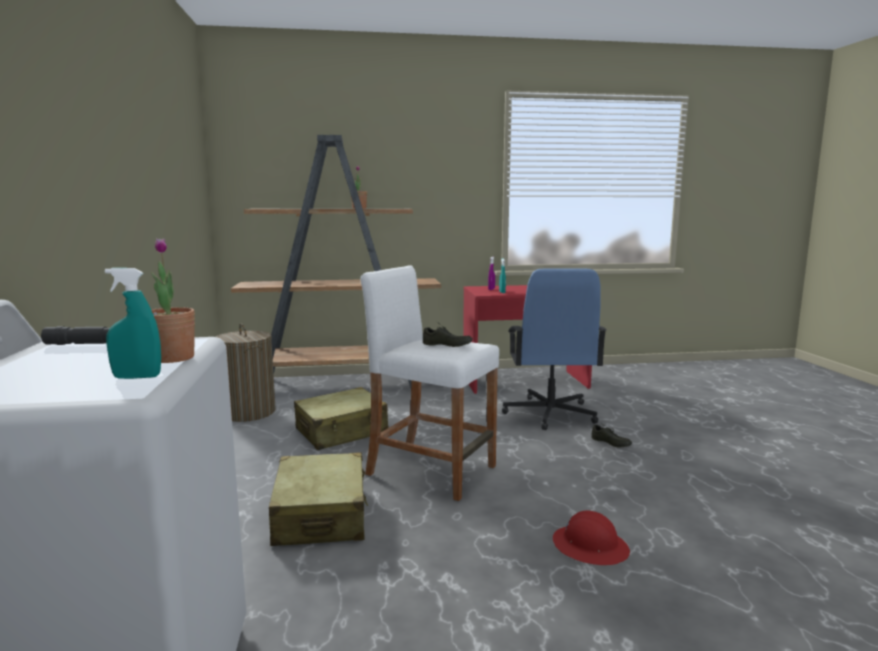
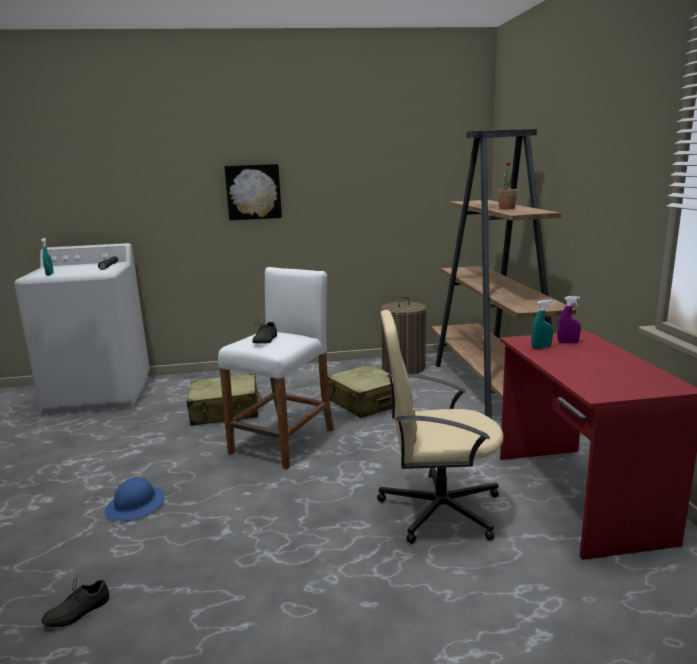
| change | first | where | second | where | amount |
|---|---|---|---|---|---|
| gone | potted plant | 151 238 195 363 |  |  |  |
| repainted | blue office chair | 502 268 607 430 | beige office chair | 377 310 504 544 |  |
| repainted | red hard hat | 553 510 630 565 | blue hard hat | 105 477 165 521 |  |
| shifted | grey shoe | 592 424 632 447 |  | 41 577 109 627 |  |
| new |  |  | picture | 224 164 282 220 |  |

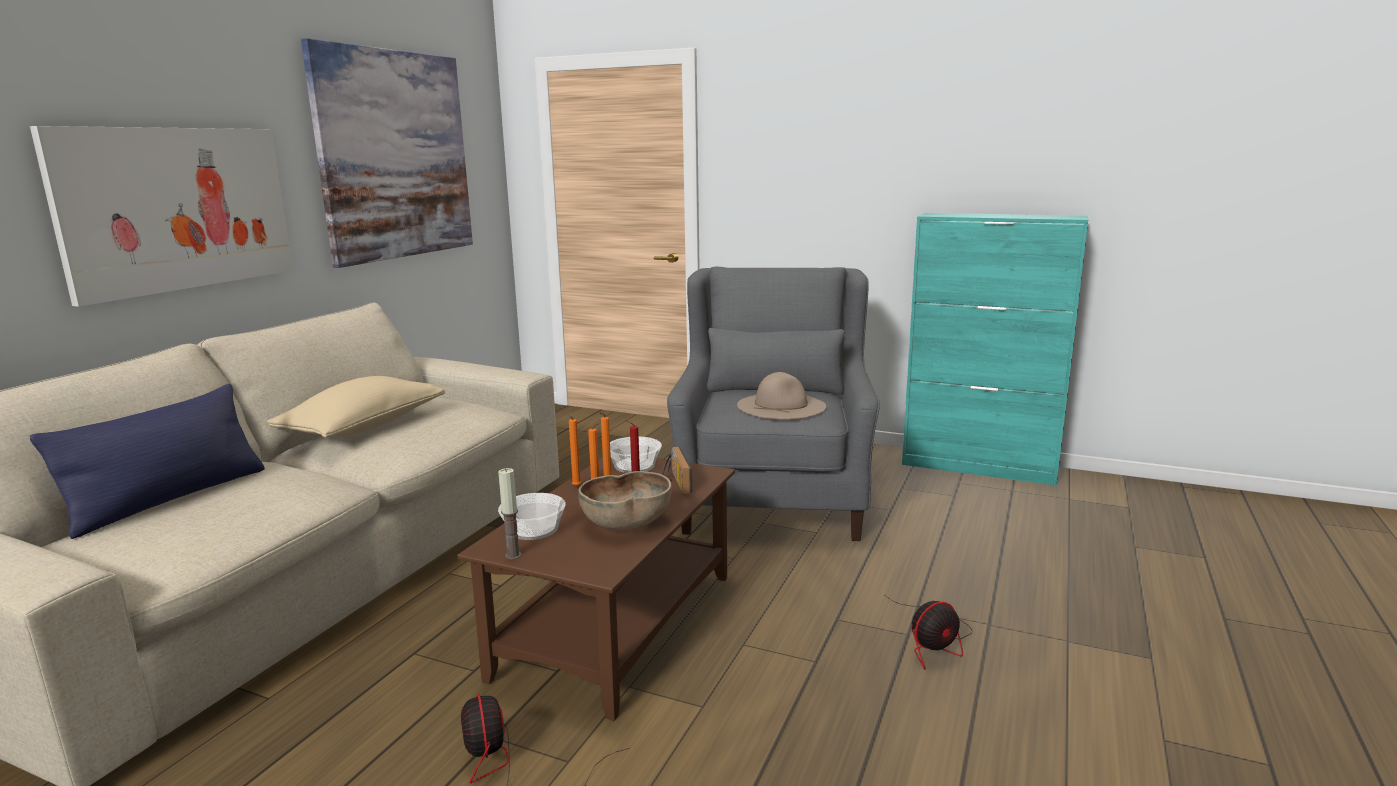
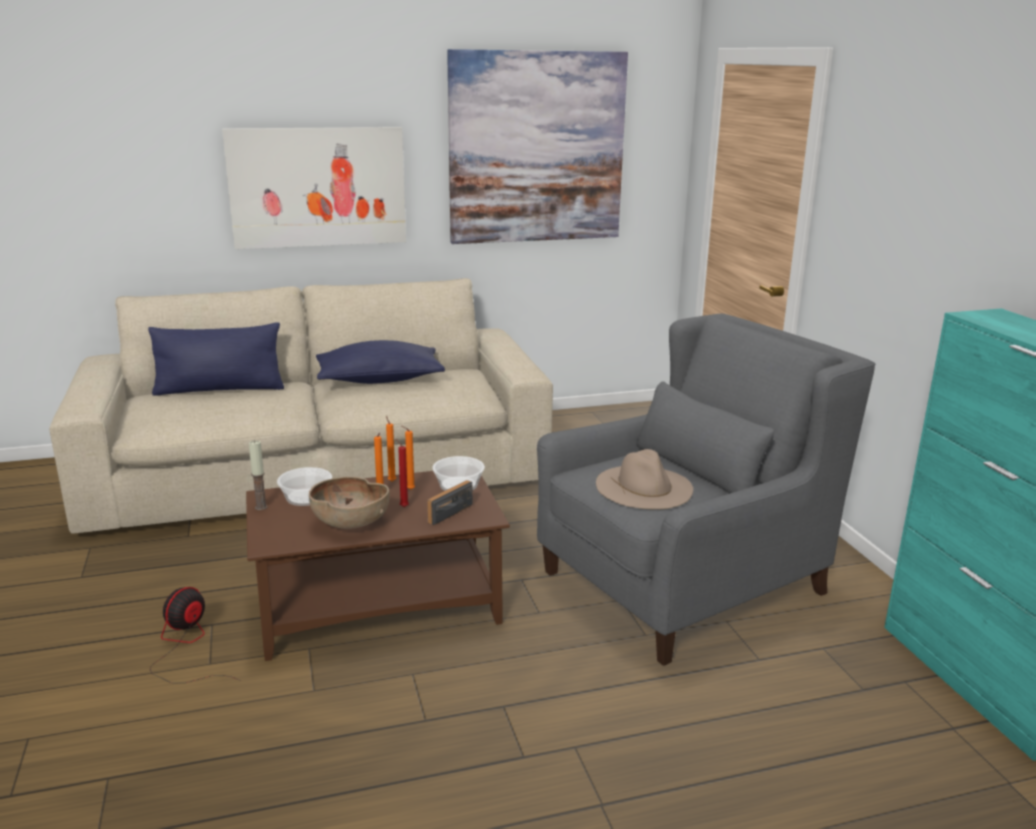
| change | first | where | second | where | amount |
|---|---|---|---|---|---|
| repainted | beige pillow | 267 376 445 438 | blue pillow | 316 340 445 384 |  |
| gone | fan | 885 595 973 669 |  |  |  |

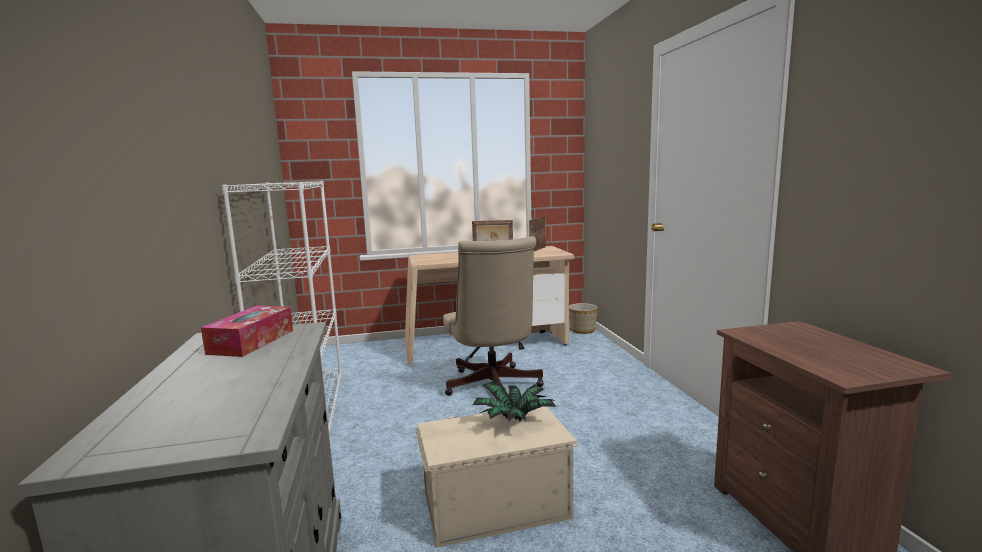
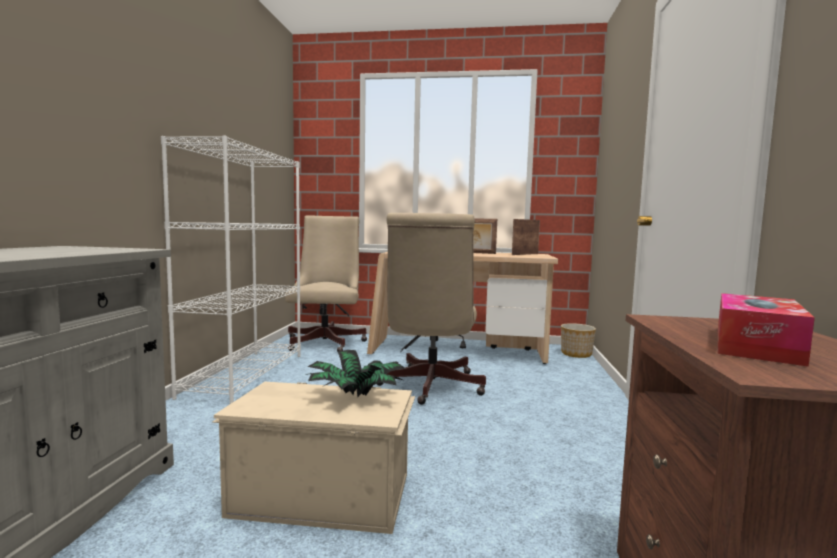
| change | first | where | second | where | amount |
|---|---|---|---|---|---|
| shifted | tissue box | 201 306 293 357 |  | 718 293 815 367 |  |
| new |  |  | beige office chair | 285 215 367 352 |  |

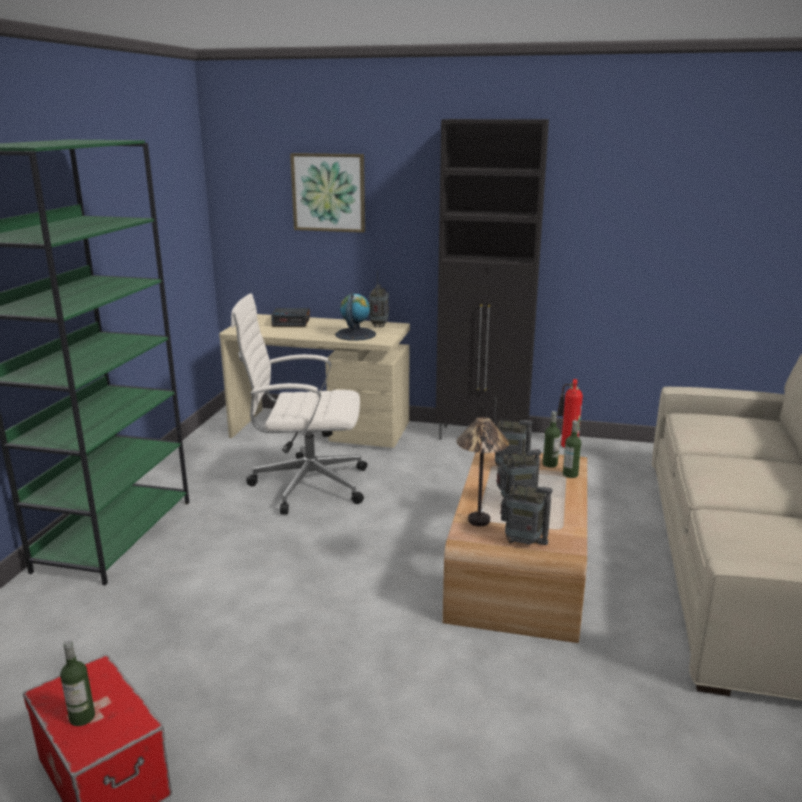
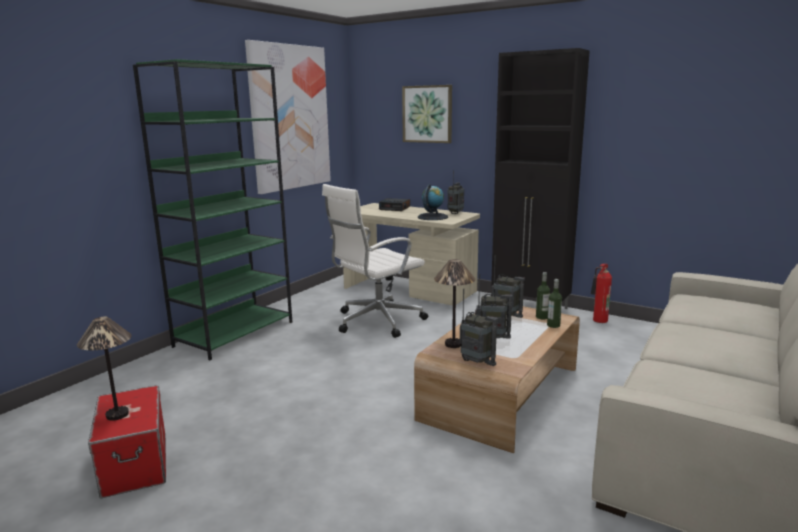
| change | first | where | second | where | amount |
|---|---|---|---|---|---|
| swapped | bottle | 60 640 95 726 | table lamp | 77 317 131 421 |  |
| rotated | white office chair | 231 293 367 514 |  | 322 184 428 338 | 60 degrees counterclockwise |
| new |  |  | picture | 245 40 331 194 |  |

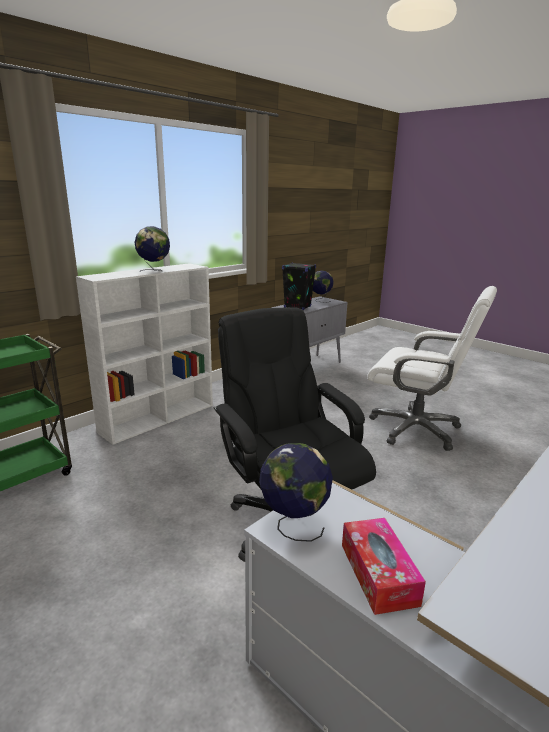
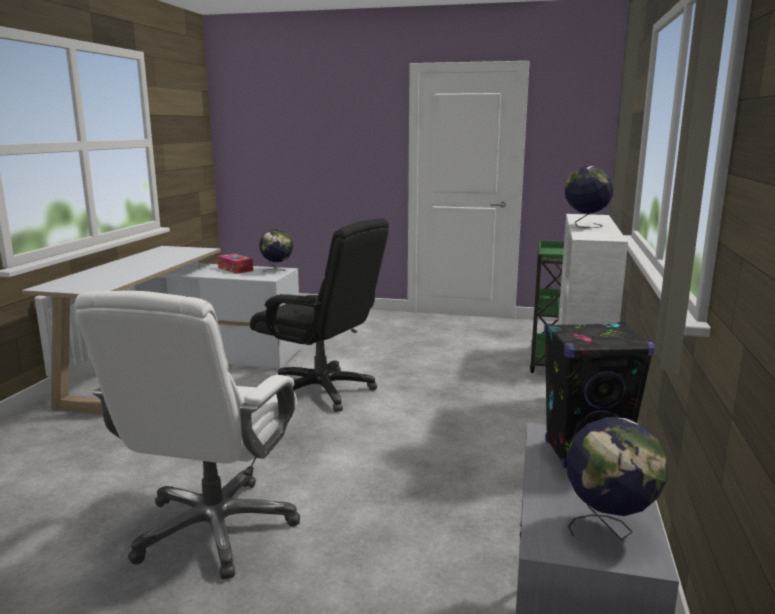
| change | first | where | second | where | amount |
|---|---|---|---|---|---|
| rotated | white office chair | 367 286 497 451 |  | 75 291 300 580 | 75 degrees counterclockwise |

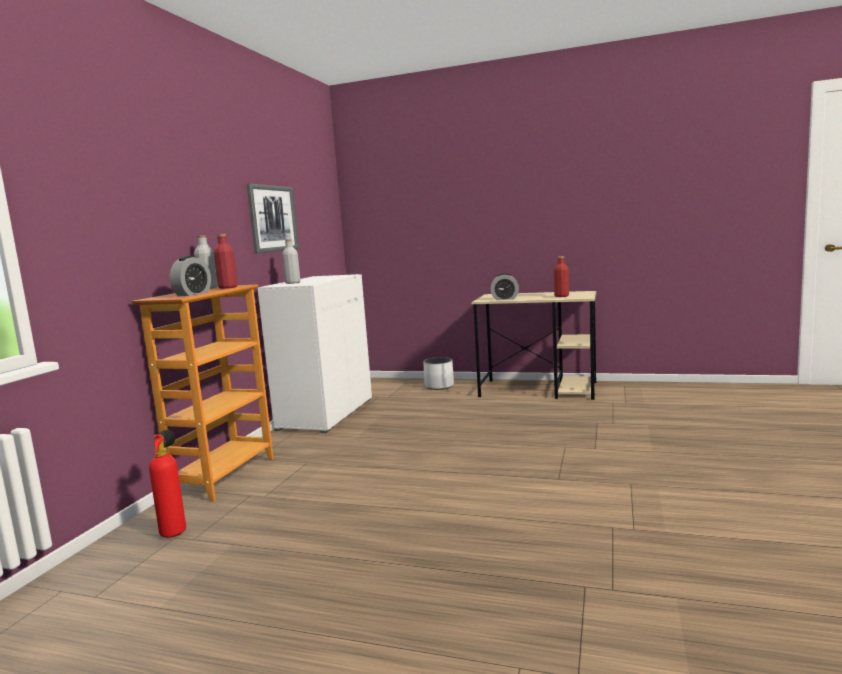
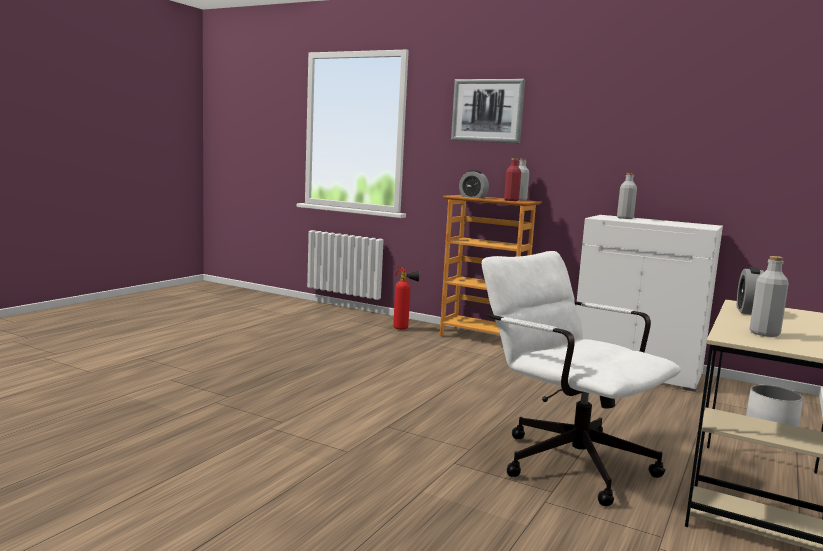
| change | first | where | second | where | amount |
|---|---|---|---|---|---|
| shifted | picture | 247 184 299 254 |  | 451 79 525 143 |  |
| repainted | red bottle | 554 256 569 297 | grey bottle | 750 256 789 337 |  |
| new |  |  | white office chair | 482 251 681 506 |  |

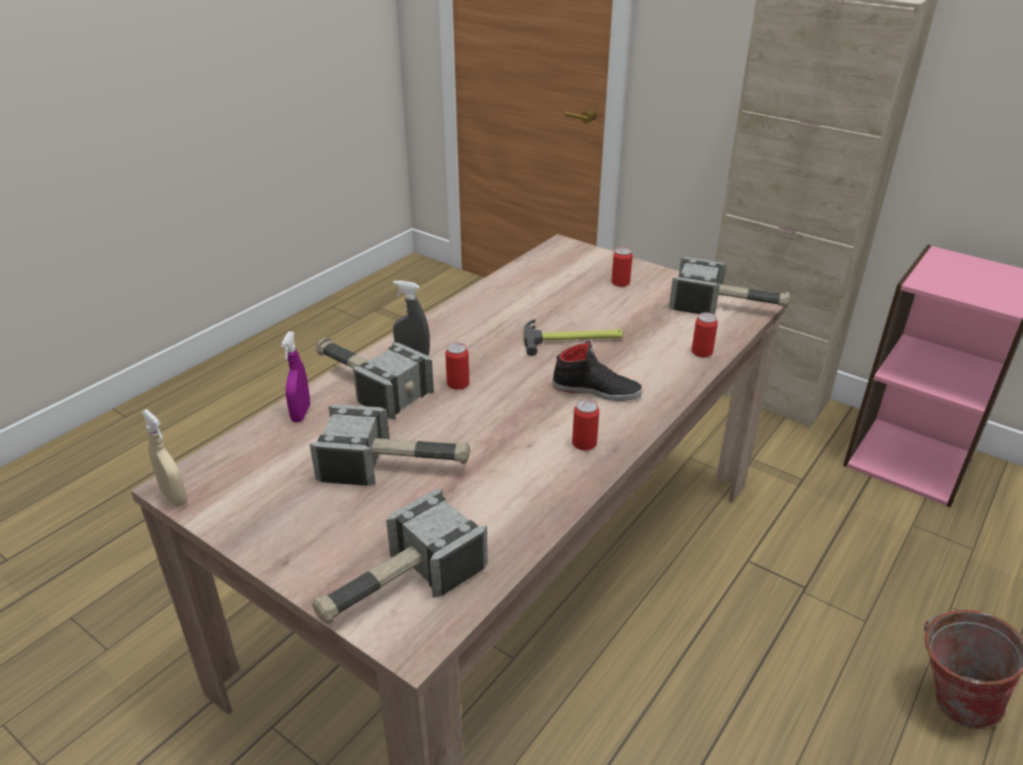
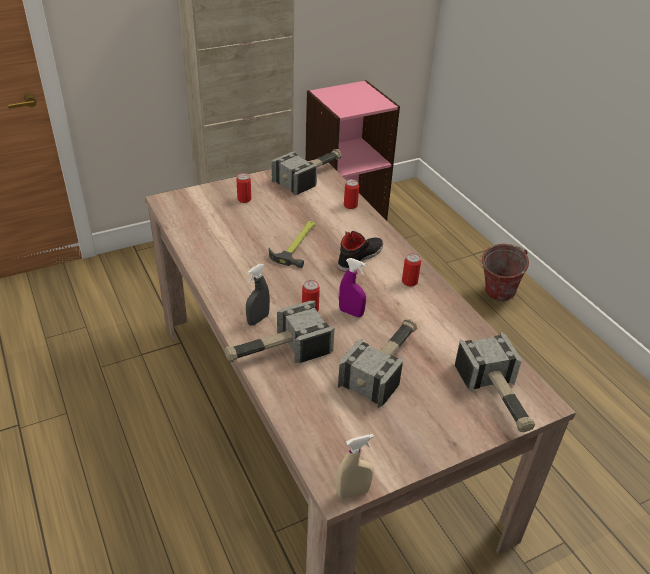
| change | first | where | second | where | amount |
|---|---|---|---|---|---|
| shifted | purple spray bottle | 281 331 310 422 |  | 339 258 366 317 |  |

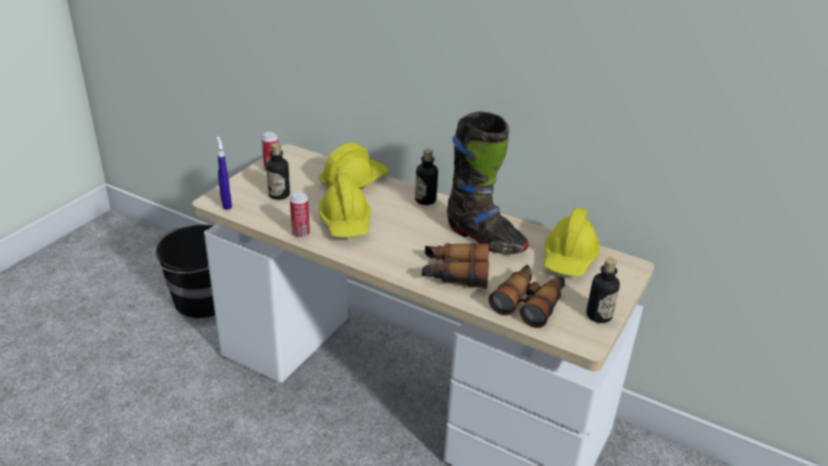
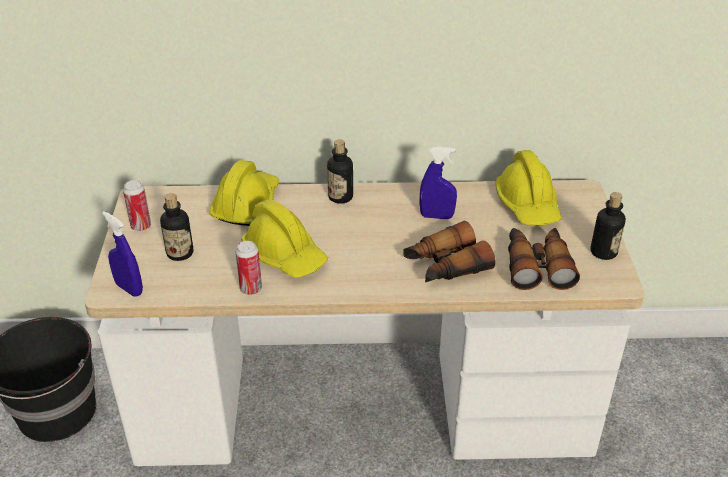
| change | first | where | second | where | amount |
|---|---|---|---|---|---|
| swapped | black boot | 447 111 529 254 | blue spray bottle | 420 147 457 219 |  |

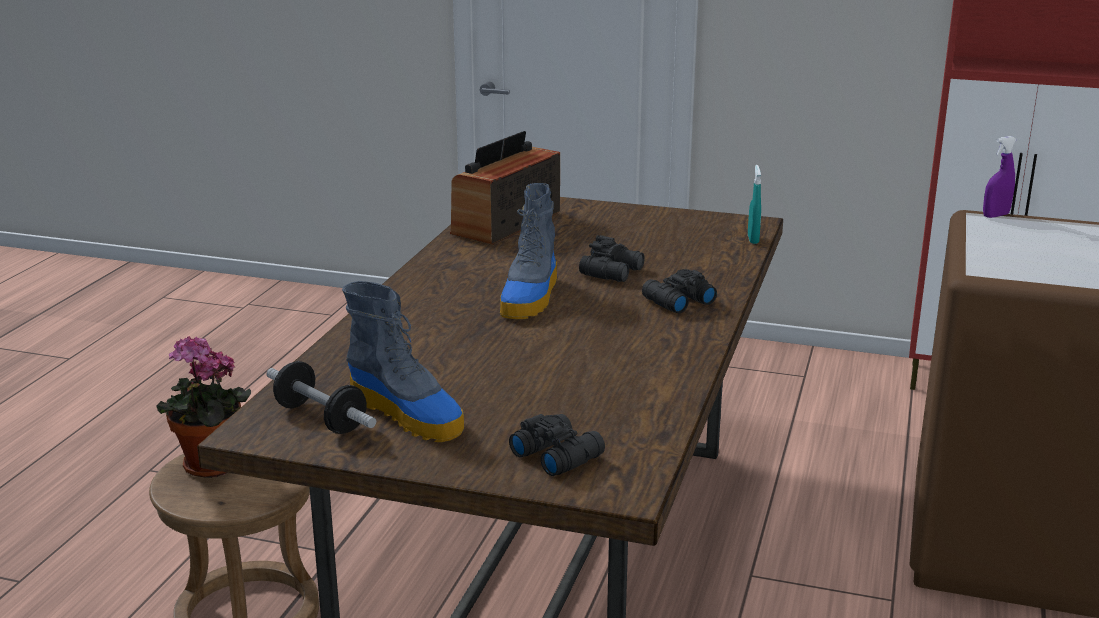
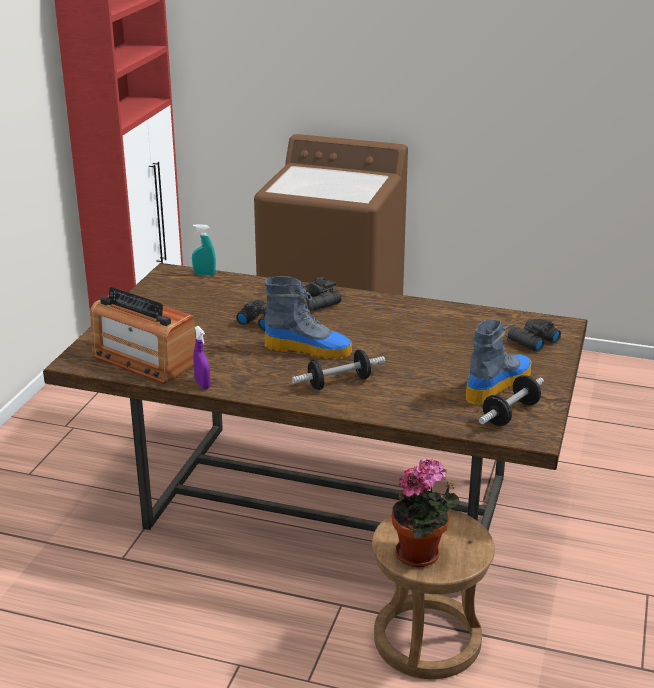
| change | first | where | second | where | amount |
|---|---|---|---|---|---|
| shifted | purple spray bottle | 983 136 1017 218 |  | 193 326 211 389 |  |
| new |  |  | dumbbell | 292 349 385 390 |  |

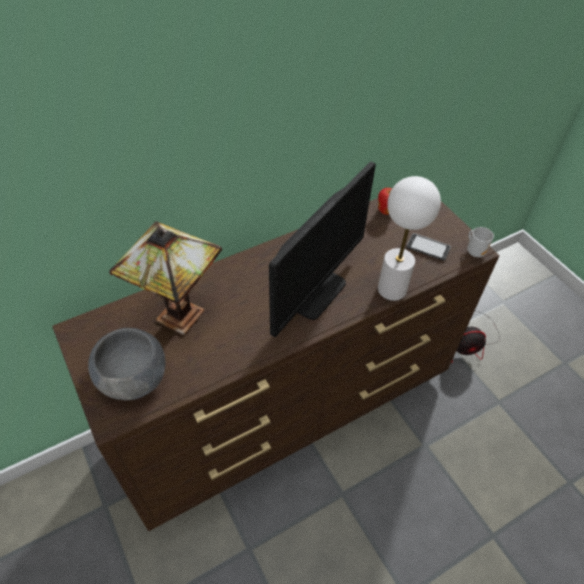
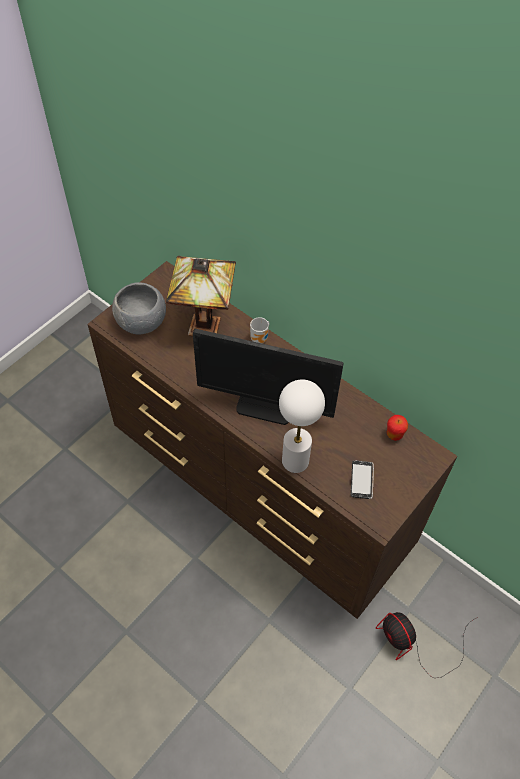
| change | first | where | second | where | amount |
|---|---|---|---|---|---|
| shifted | mug | 467 227 494 257 |  | 250 317 269 343 |  |

